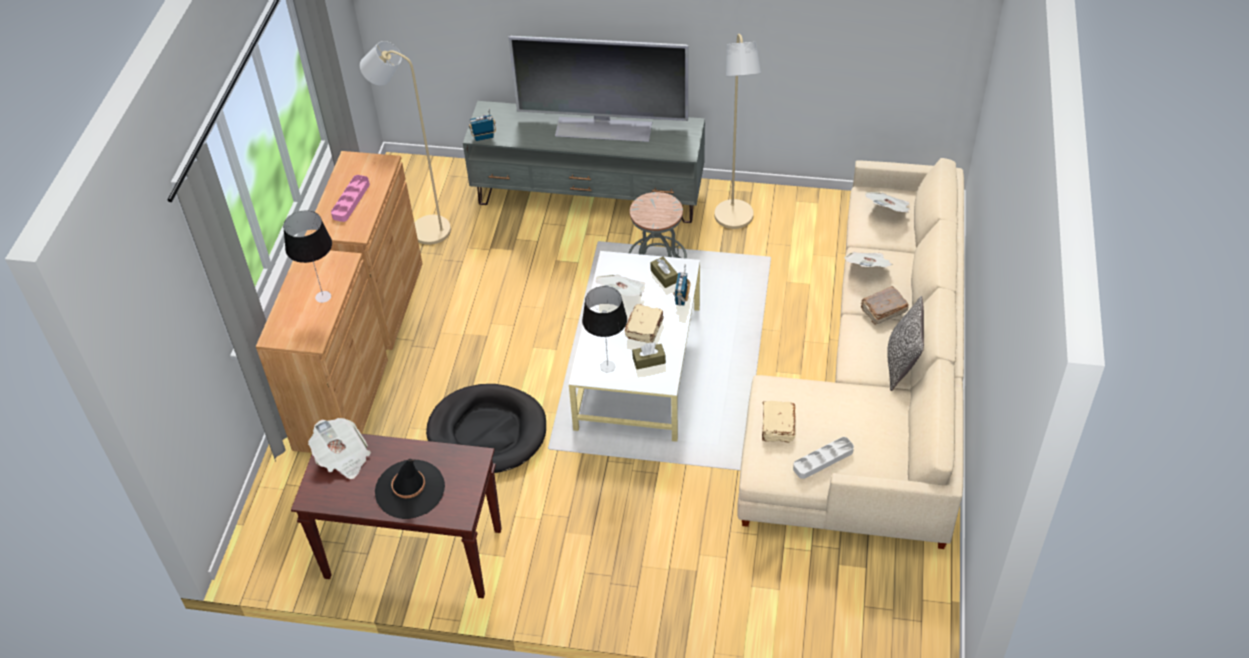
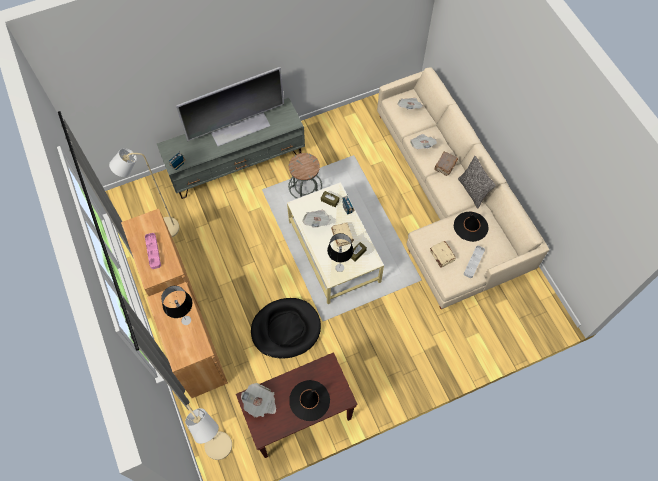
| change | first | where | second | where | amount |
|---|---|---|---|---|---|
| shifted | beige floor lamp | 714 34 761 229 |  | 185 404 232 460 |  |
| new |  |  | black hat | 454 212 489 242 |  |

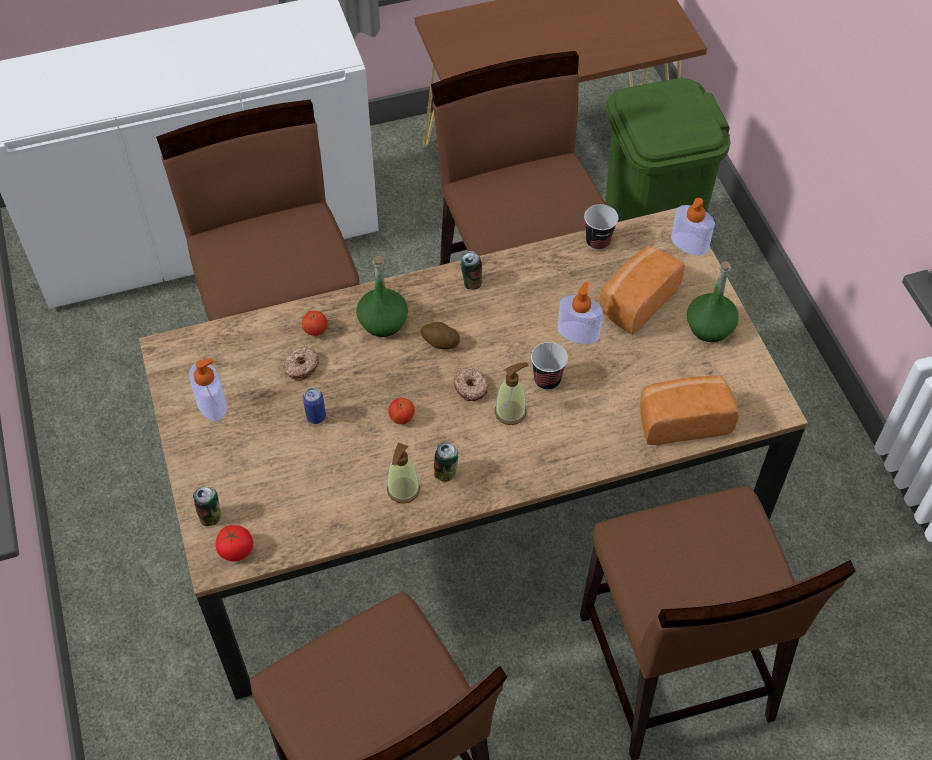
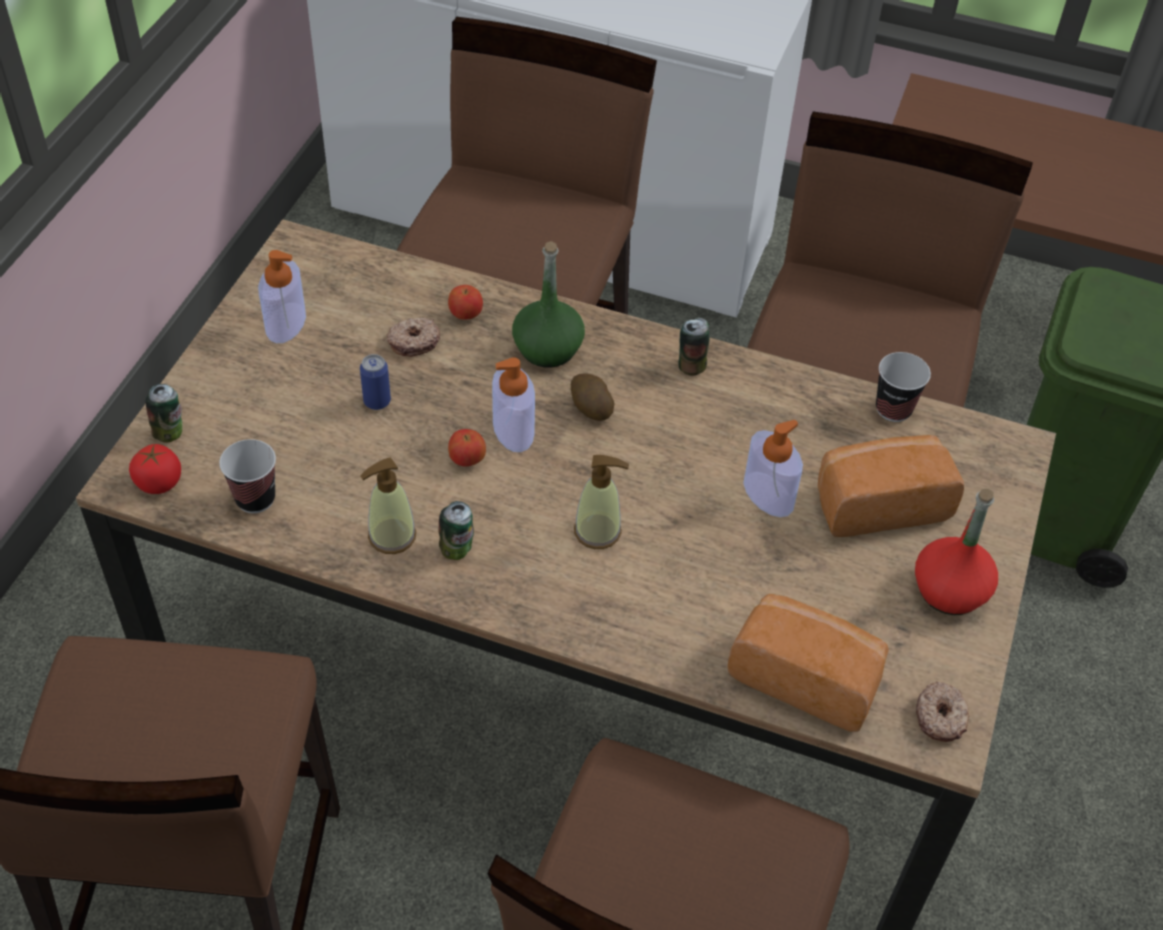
| change | first | where | second | where | amount |
|---|---|---|---|---|---|
| shifted | donut | 454 368 489 401 |  | 916 681 969 742 |  |
| shifted | cup | 531 342 568 390 |  | 219 439 276 513 |  |
| shifted | soap dispenser | 671 198 715 256 |  | 492 357 535 452 |  |
| repainted | green bottle | 687 261 739 342 | red bottle | 915 489 998 615 |  |

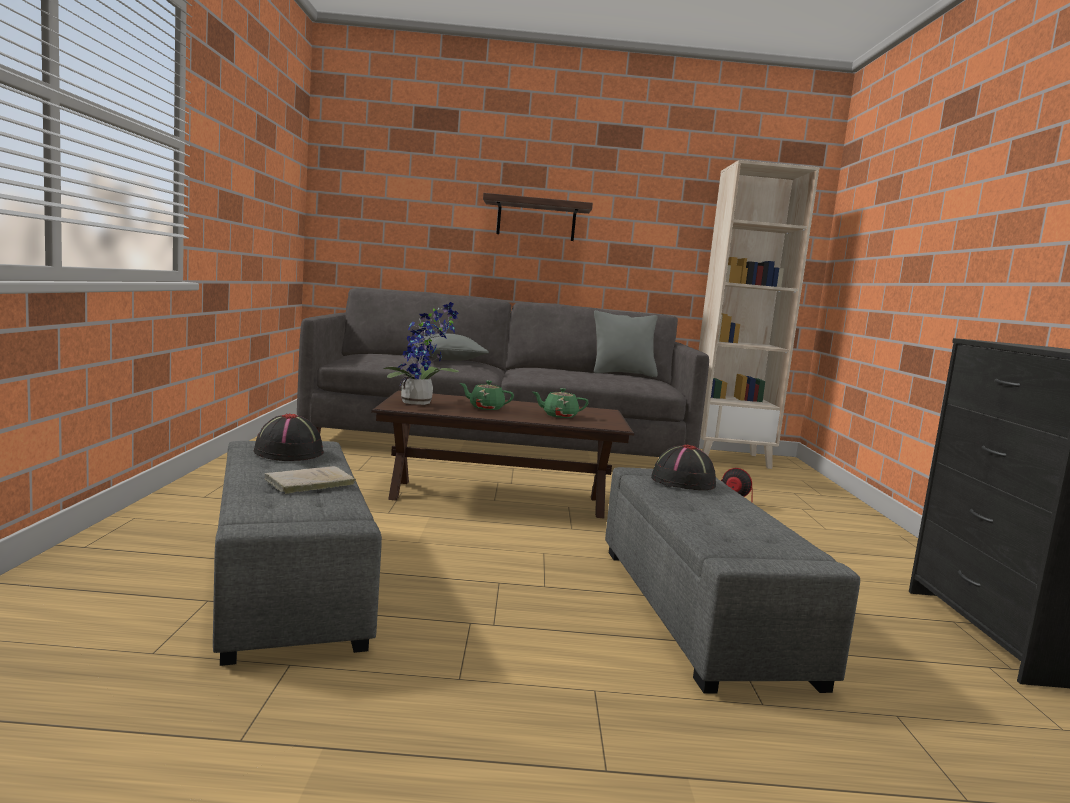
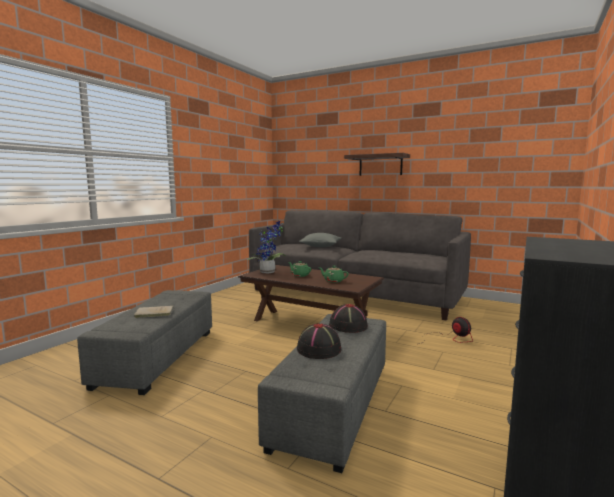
| change | first | where | second | where | amount |
|---|---|---|---|---|---|
| shifted | black hat | 254 414 324 461 |  | 297 323 341 359 |  |
| gone | grey pillow | 594 310 658 377 |  |  |  |
| gone | beige bookcase | 698 160 819 469 |  |  |  |

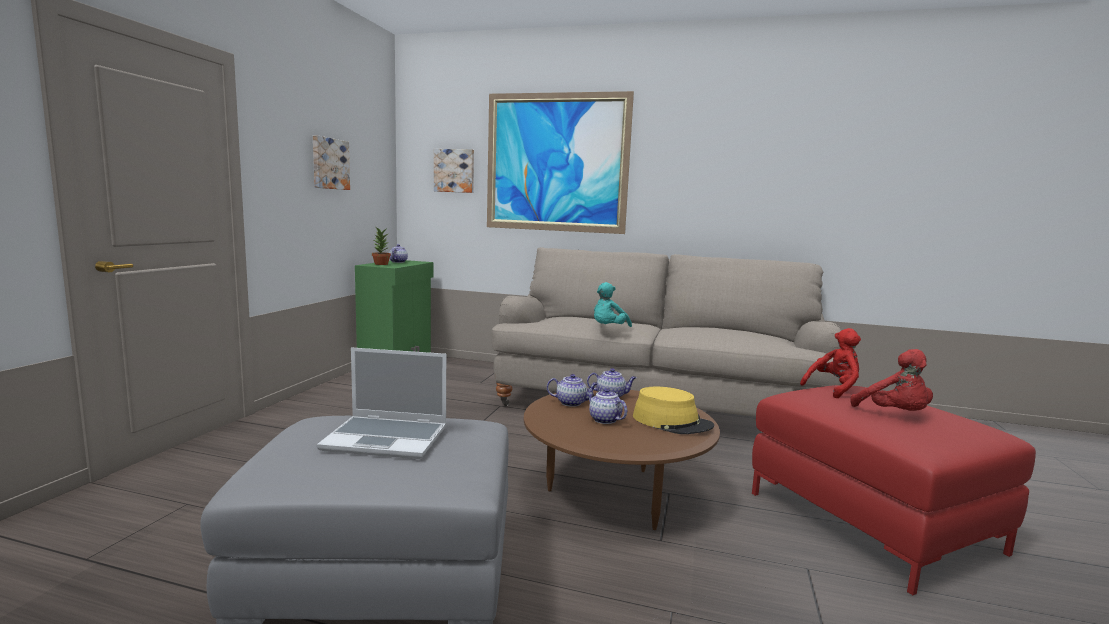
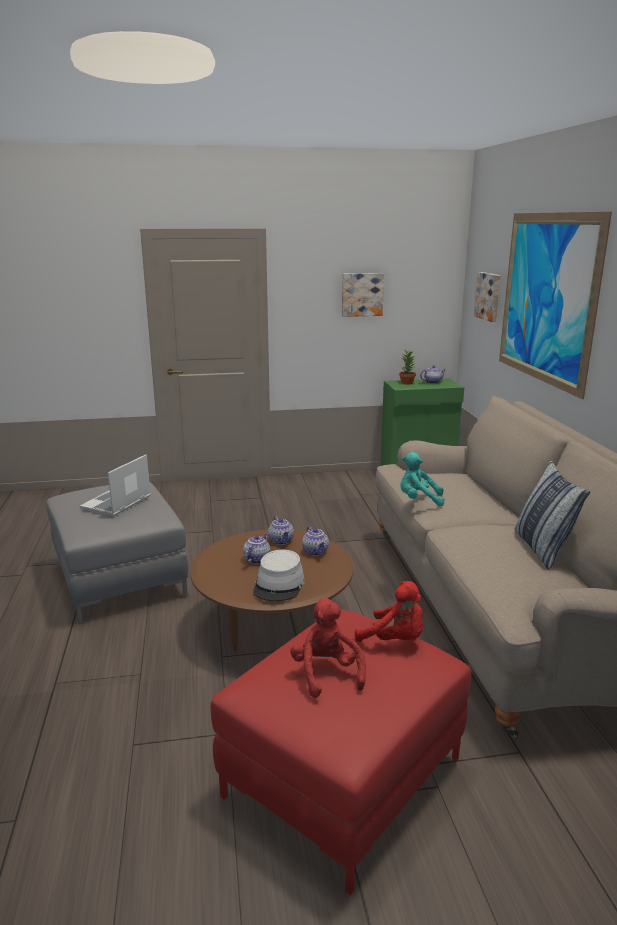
| change | first | where | second | where | amount |
|---|---|---|---|---|---|
| rotated | laptop | 317 347 447 459 |  | 80 454 151 516 | 45 degrees clockwise |
| repainted | yellow hat | 633 387 714 434 | grey hat | 253 549 305 601 |  |
| rotated | red plush toy | 850 349 933 411 |  | 290 598 366 698 | 120 degrees clockwise |
| new |  |  | pillow | 514 460 590 570 |  |

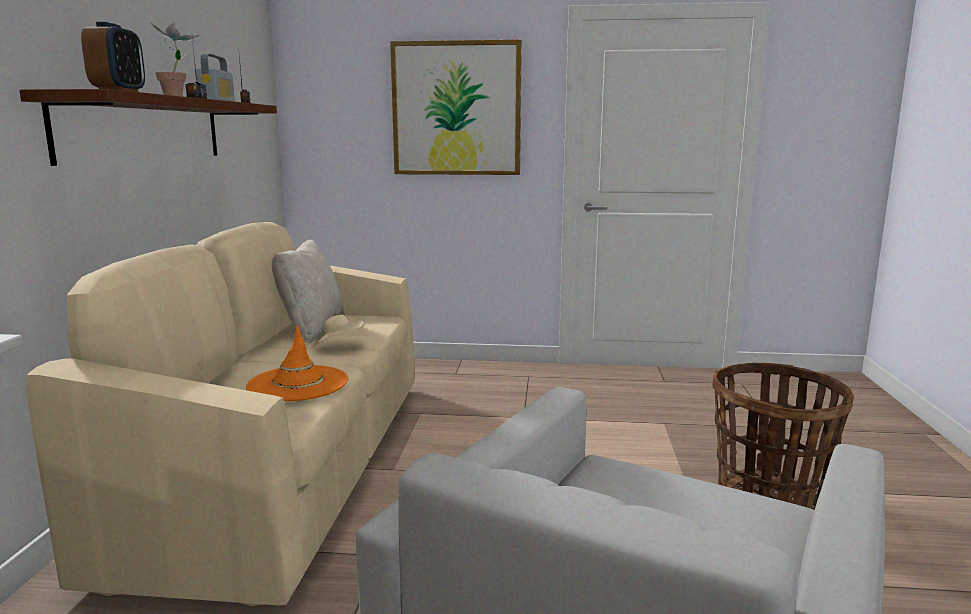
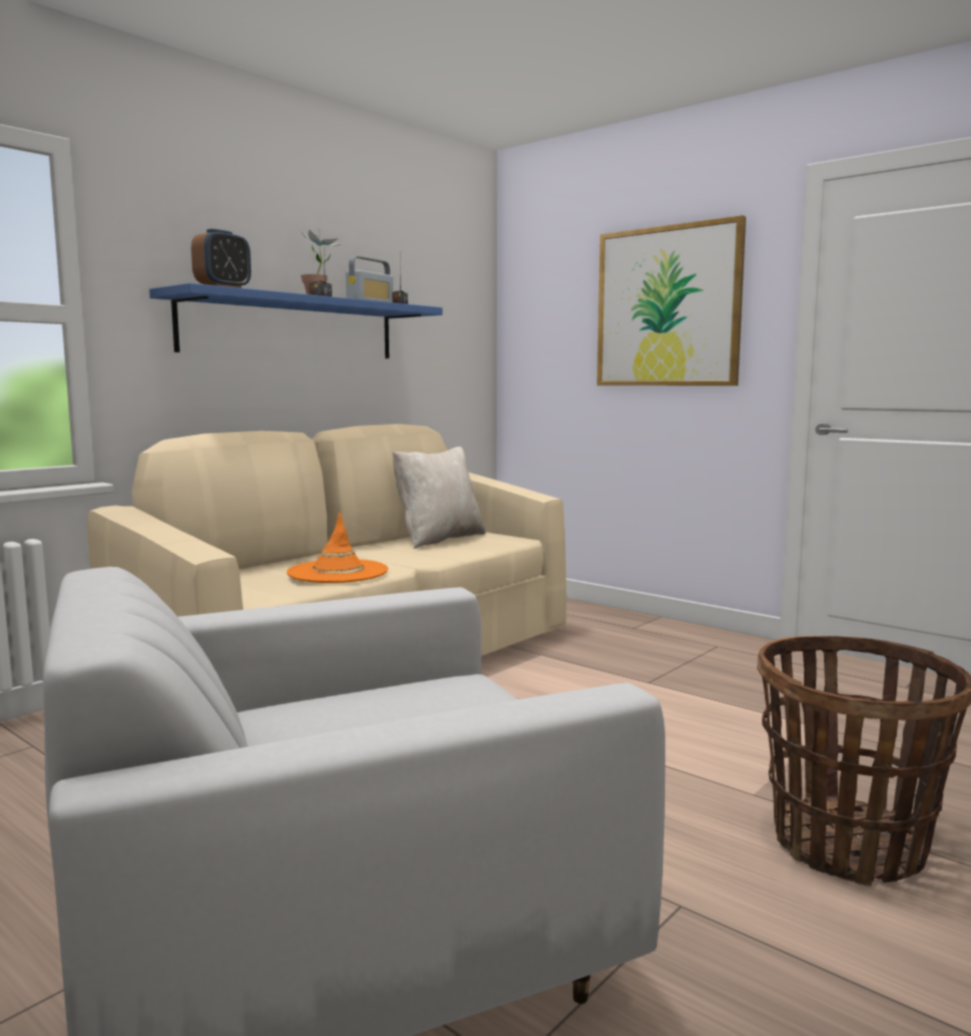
| change | first | where | second | where | amount |
|---|---|---|---|---|---|
| repainted | brown shelf | 19 89 277 166 | blue shelf | 149 283 442 358 |  |
| gone | beige hat | 313 315 364 347 |  |  |  |

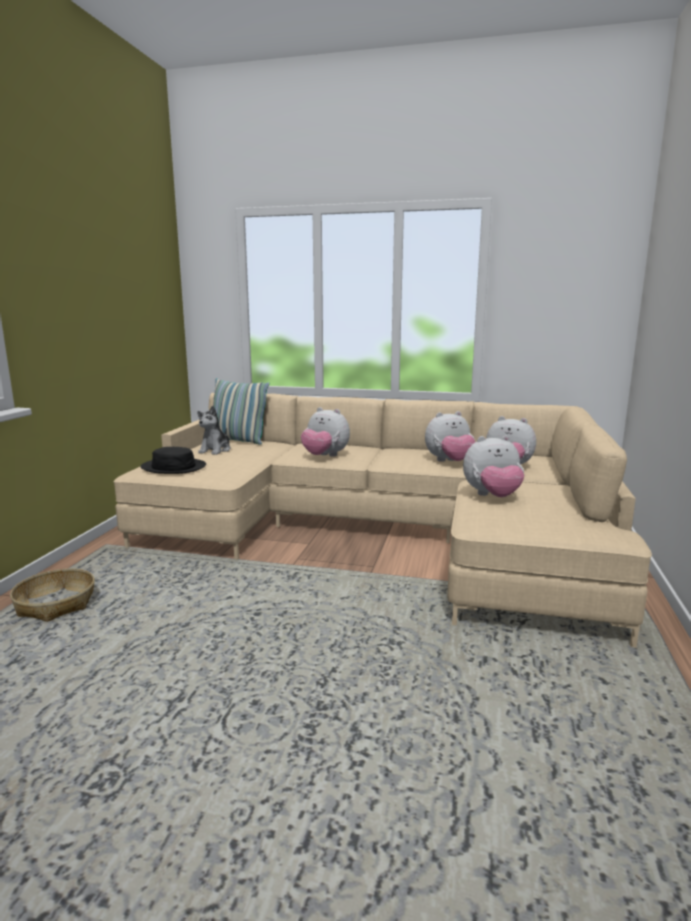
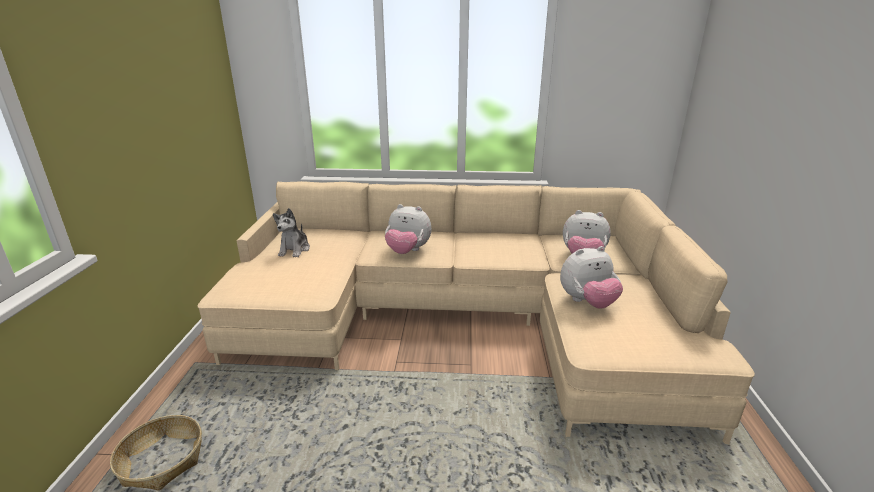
| change | first | where | second | where | amount |
|---|---|---|---|---|---|
| gone | black hat | 141 447 206 474 |  |  |  |
| gone | pillow | 213 378 269 445 |  |  |  |
| gone | plush toy | 425 411 475 462 |  |  |  |

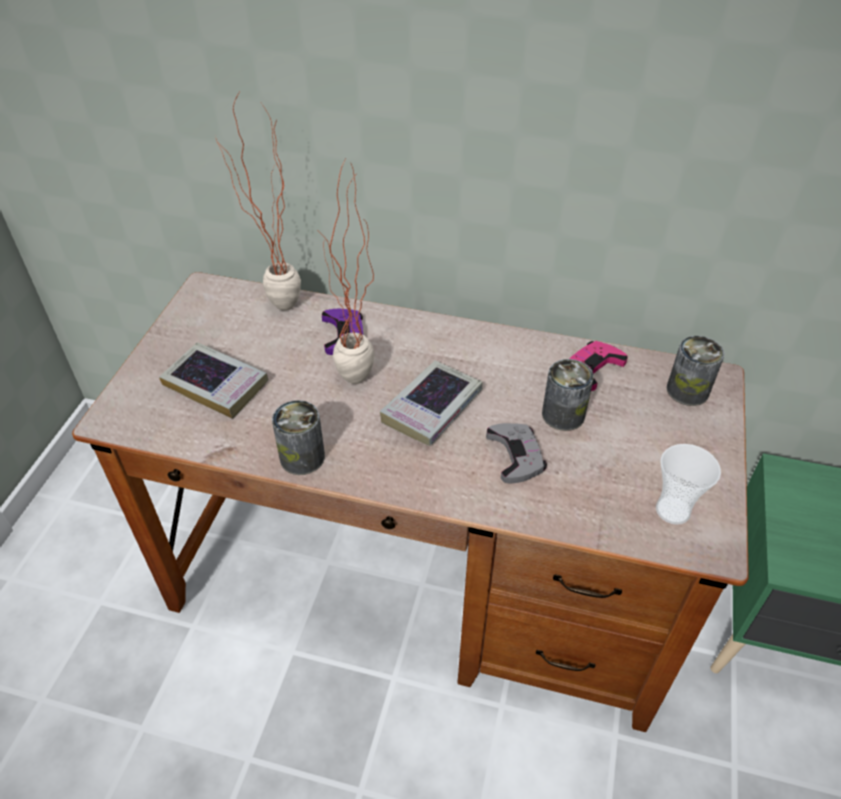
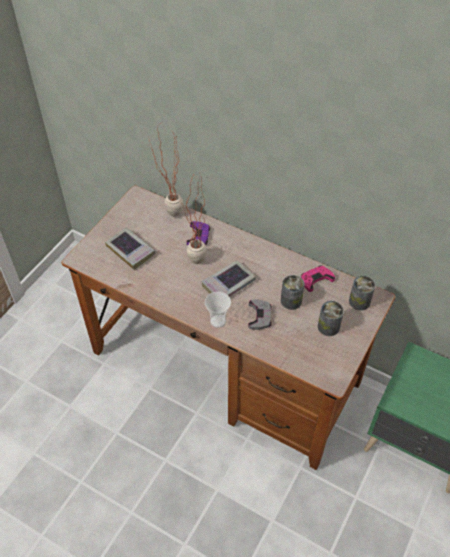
| change | first | where | second | where | amount |
|---|---|---|---|---|---|
| shifted | can | 272 400 325 475 |  | 318 301 344 336 |  |
| shifted | cup | 656 444 721 525 |  | 205 292 231 328 |  |

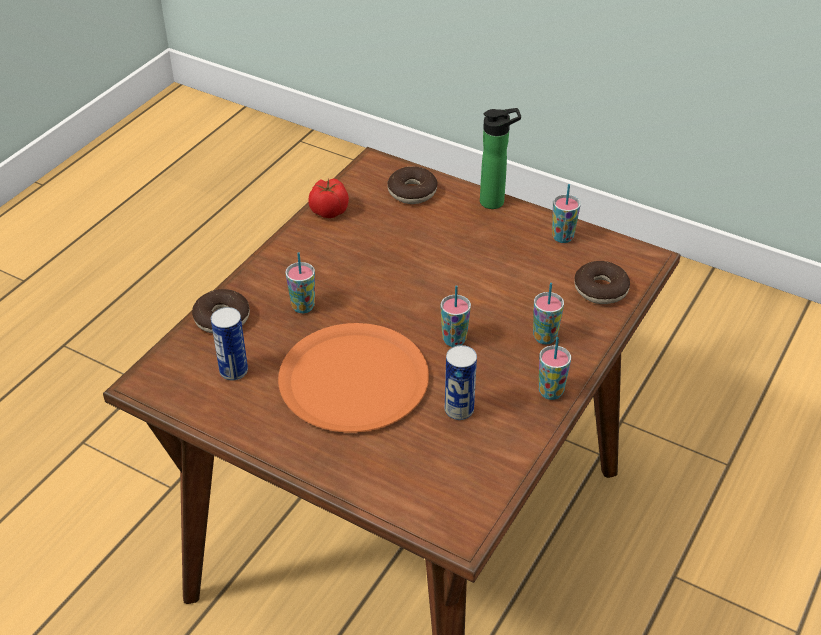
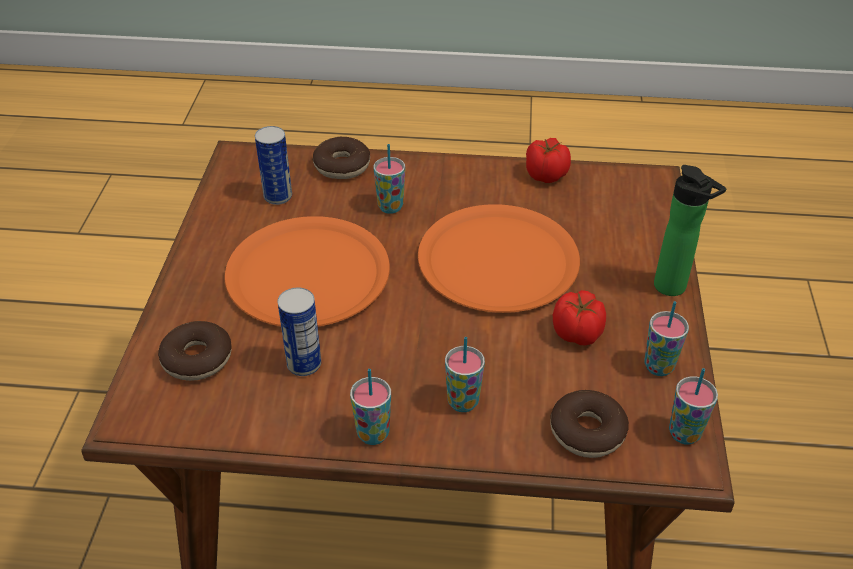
| change | first | where | second | where | amount |
|---|---|---|---|---|---|
| shifted | donut | 387 166 437 204 |  | 158 321 231 381 |  |
| shifted | cup | 441 285 471 347 |  | 669 368 718 444 |  |
| new |  |  | orange plate | 418 204 580 313 |  |
| new |  |  | tomato | 553 290 606 345 |  |

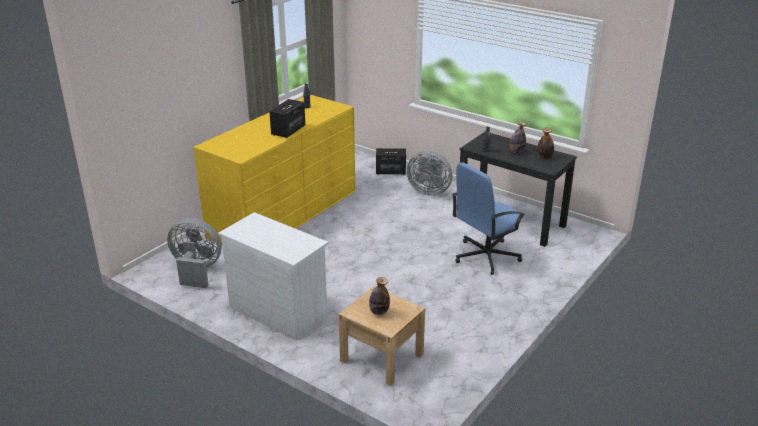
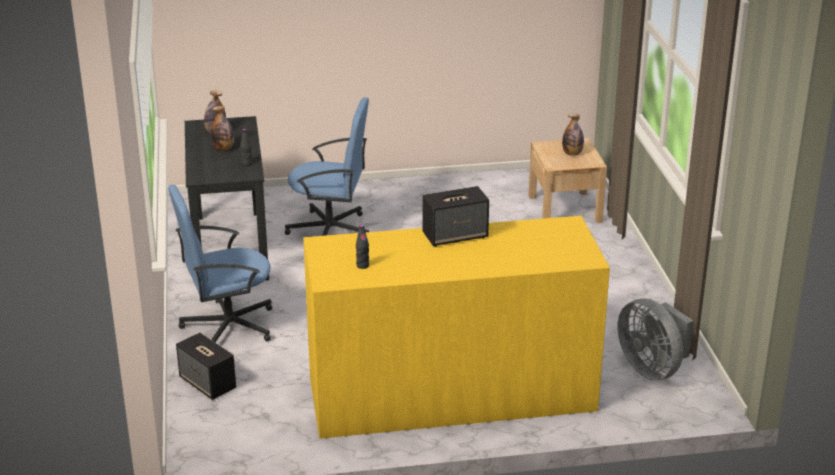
| change | first | where | second | where | amount |
|---|---|---|---|---|---|
| gone | white dresser | 218 212 329 341 |  |  |  |
| swapped | grey fan | 407 151 453 196 | blue office chair | 168 185 272 342 |  |

